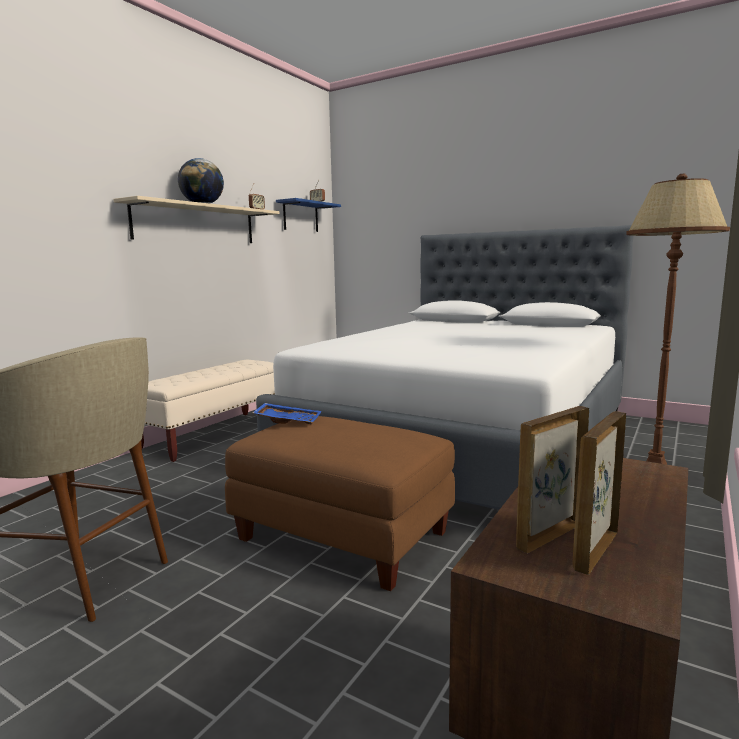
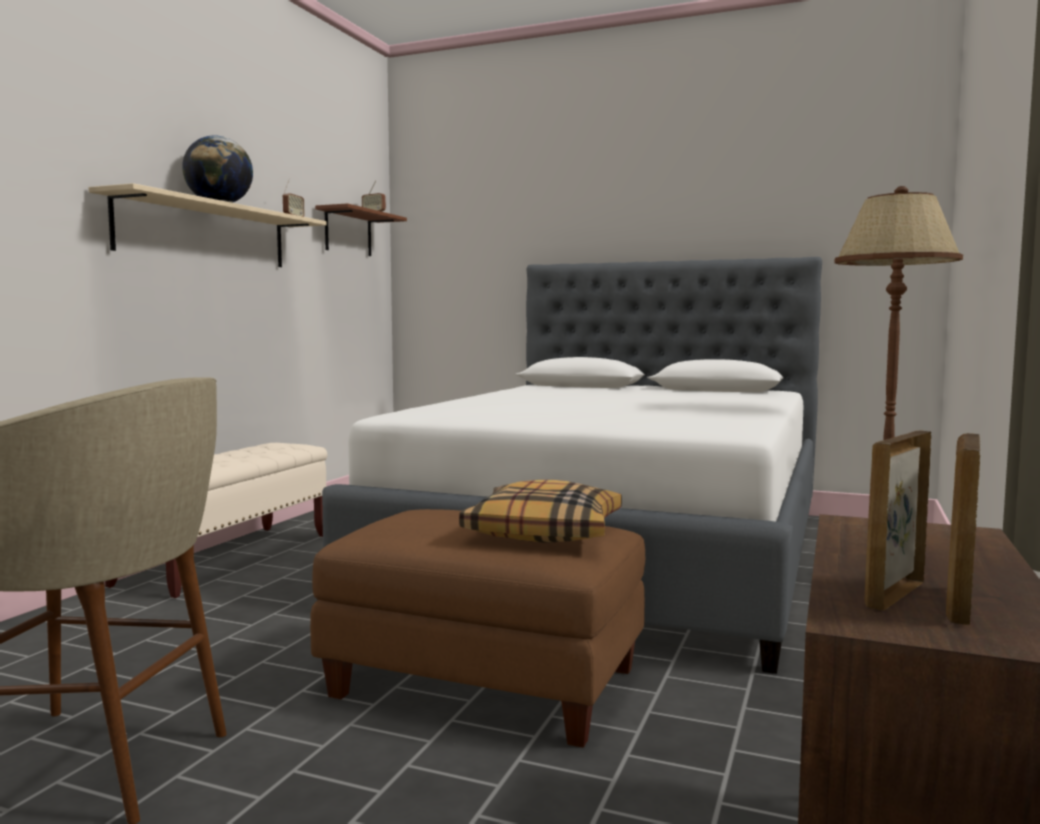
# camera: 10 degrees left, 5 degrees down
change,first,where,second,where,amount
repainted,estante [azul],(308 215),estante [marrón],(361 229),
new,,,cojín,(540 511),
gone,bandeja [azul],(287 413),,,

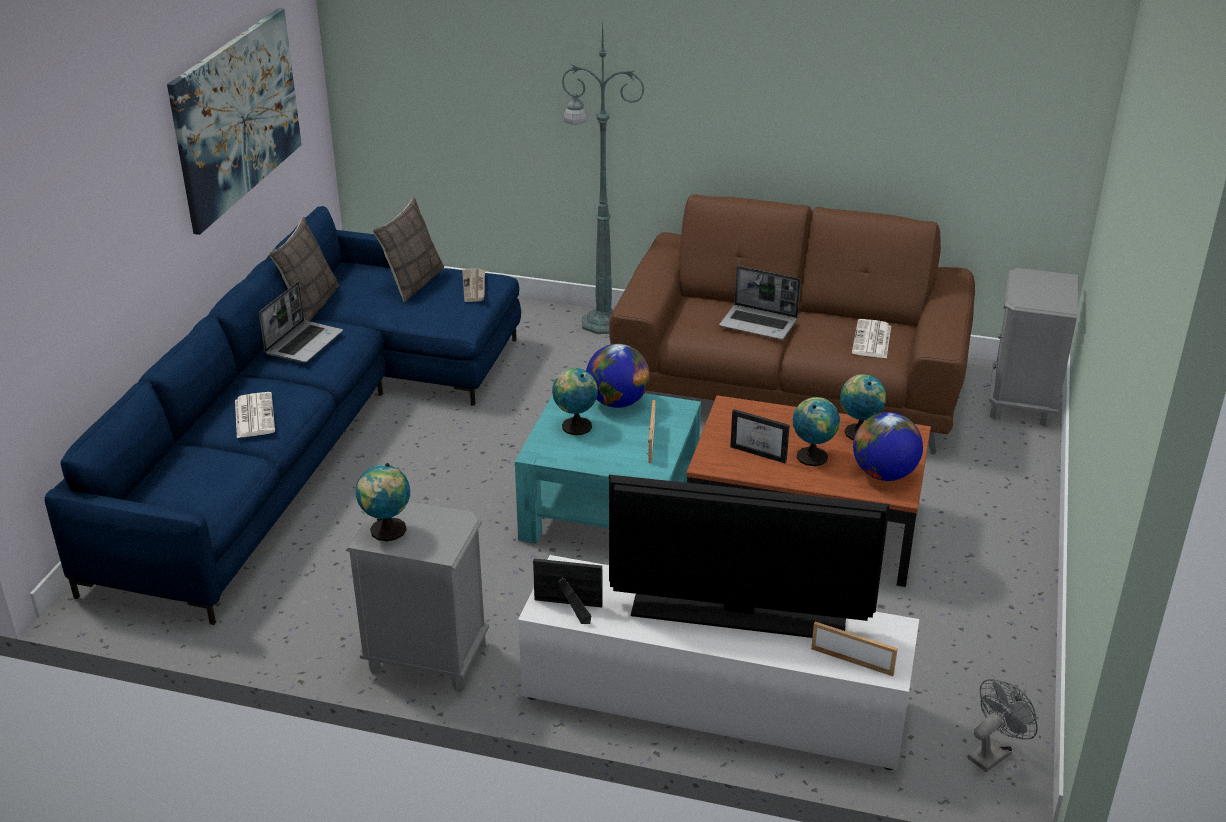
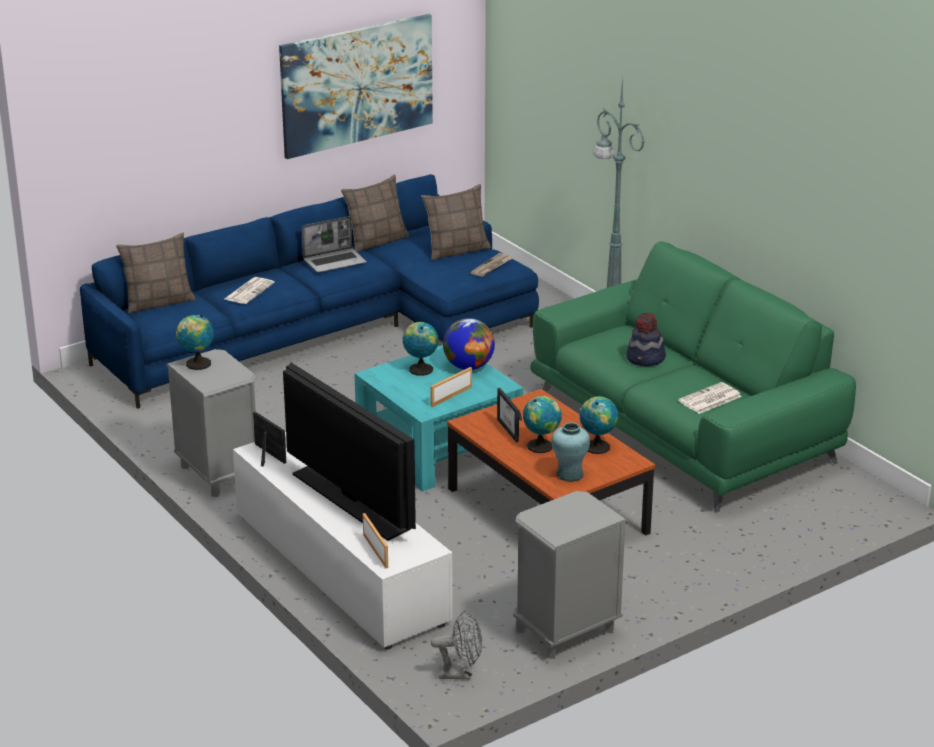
# camera: 40 degrees right, 5 degrees down
change,first,where,second,where,amount
new,,,cojín,(156 273),
shifted,mesita de noche [gris],(1033 347),,(570 575),
repainted,sofá [marrón],(792 324),sofá [verde],(693 377),
swapped,globo terráqueo,(888 446),florero [turquesa],(570 452),
swapped,portátil,(760 303),sombrero,(646 339),

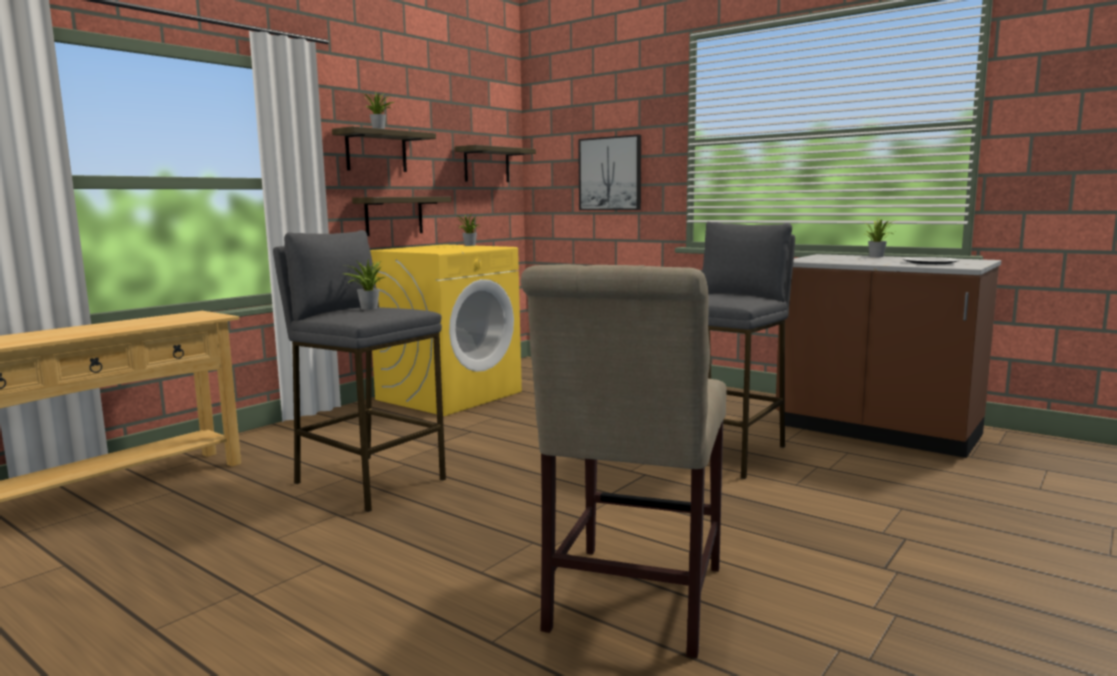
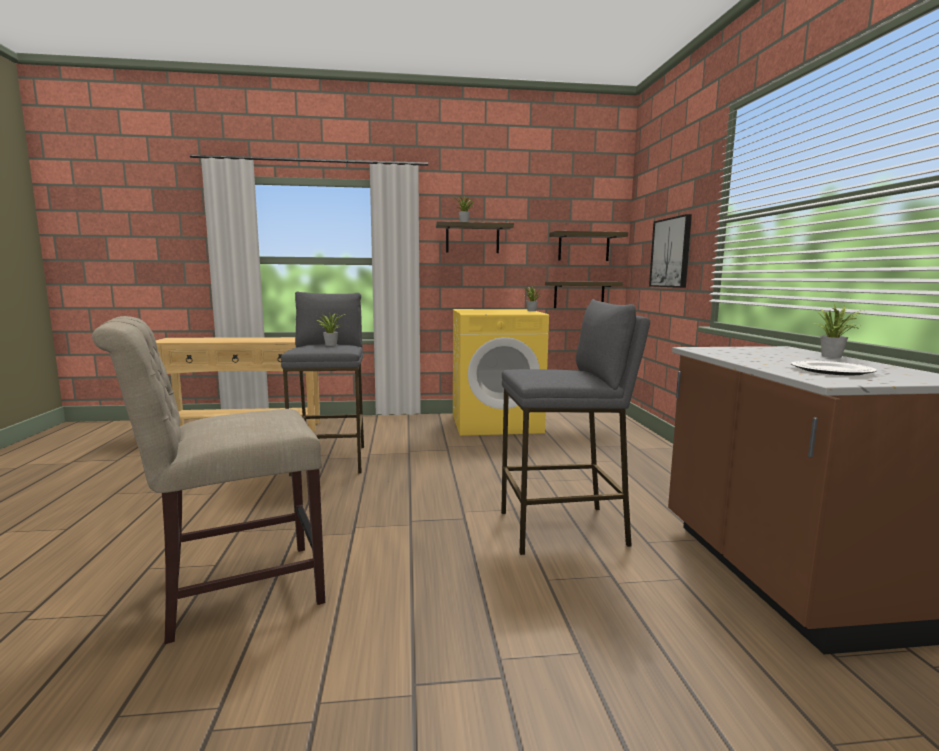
# camera: 45 degrees right, 0 degrees up
change,first,where,second,where,amount
shifted,estante,(401 216),,(584 294),

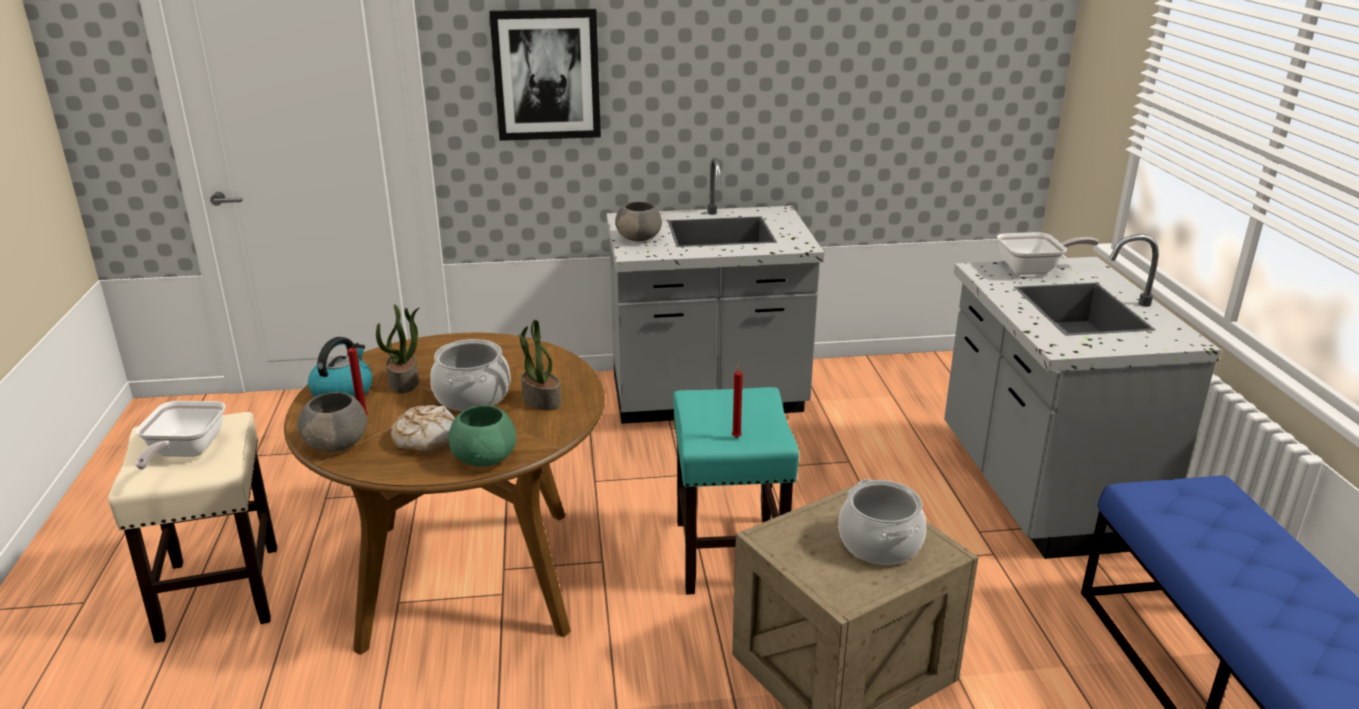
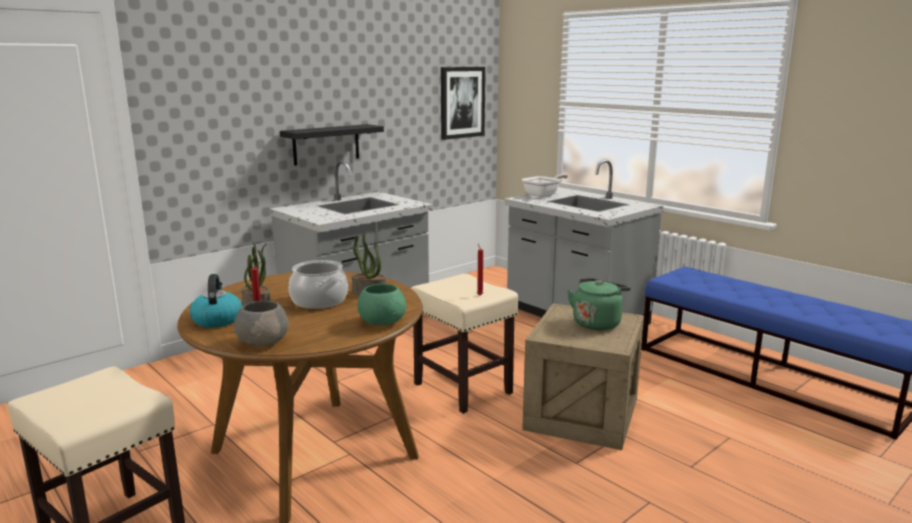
# camera: 35 degrees left, 10 degrees down
change,first,where,second,where,amount
new,,,estante [negro],(332 145),
repainted,taburete [turquesa],(736 491),taburete [beis],(464 344),
shifted,cuadro,(545 75),,(463 103),
swapped,olla,(882 522),hervidor [verde],(599 304),
gone,sartén,(180 435),,,
gone,pan,(423 429),,,
gone,cuenco [gris],(638 222),,,

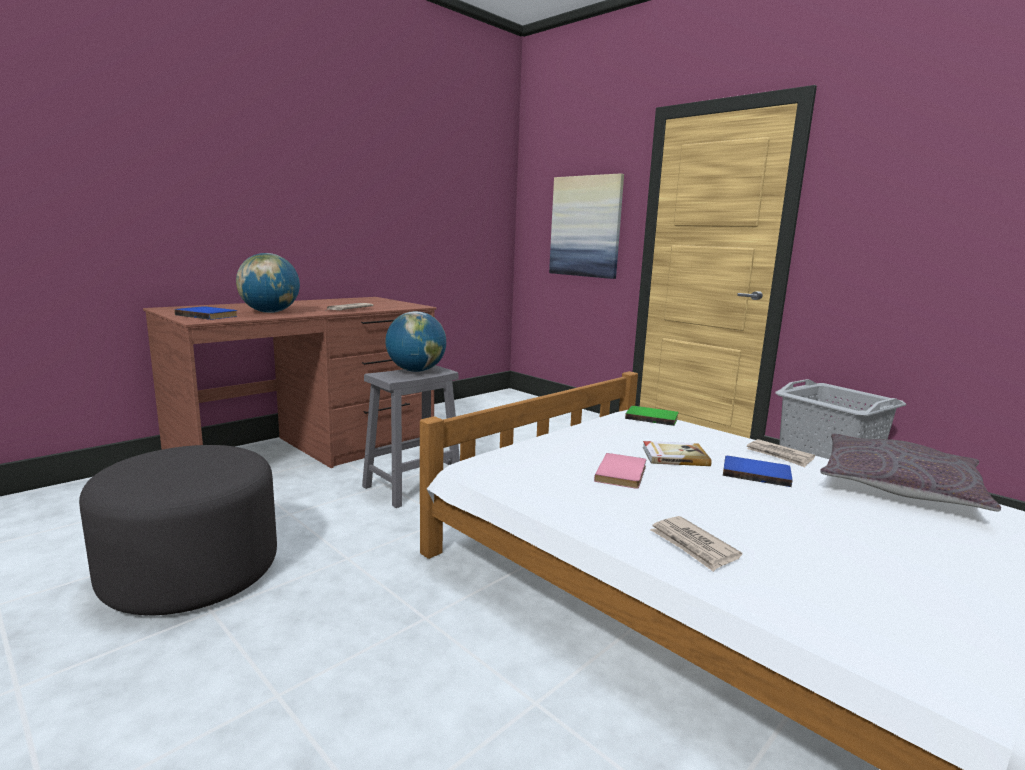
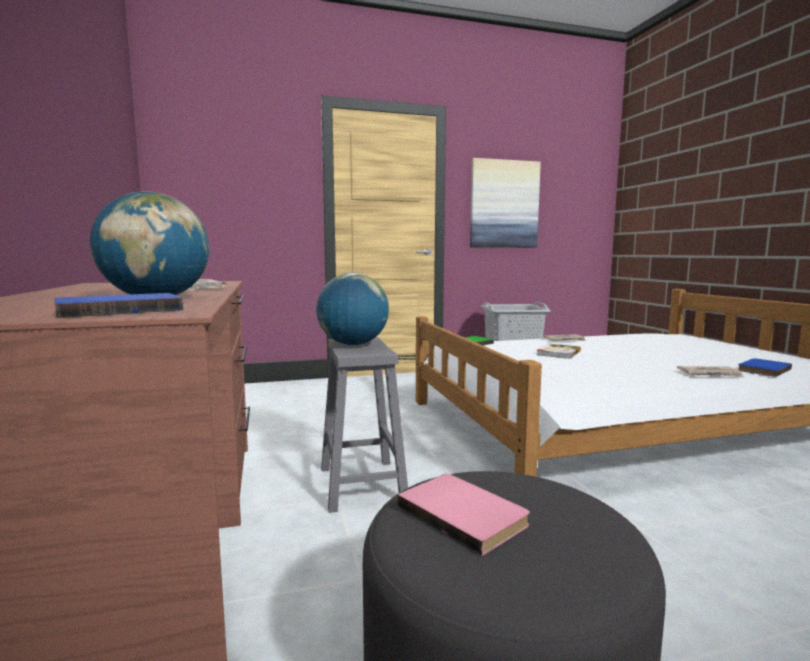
# camera: 60 degrees left, 5 degrees down
change,first,where,second,where,amount
shifted,libro [rosa],(620 471),,(463 515),
shifted,cuadro,(586 226),,(505 203),
shifted,libro [azul],(758 471),,(765 367),
gone,cojín [gris],(910 472),,,

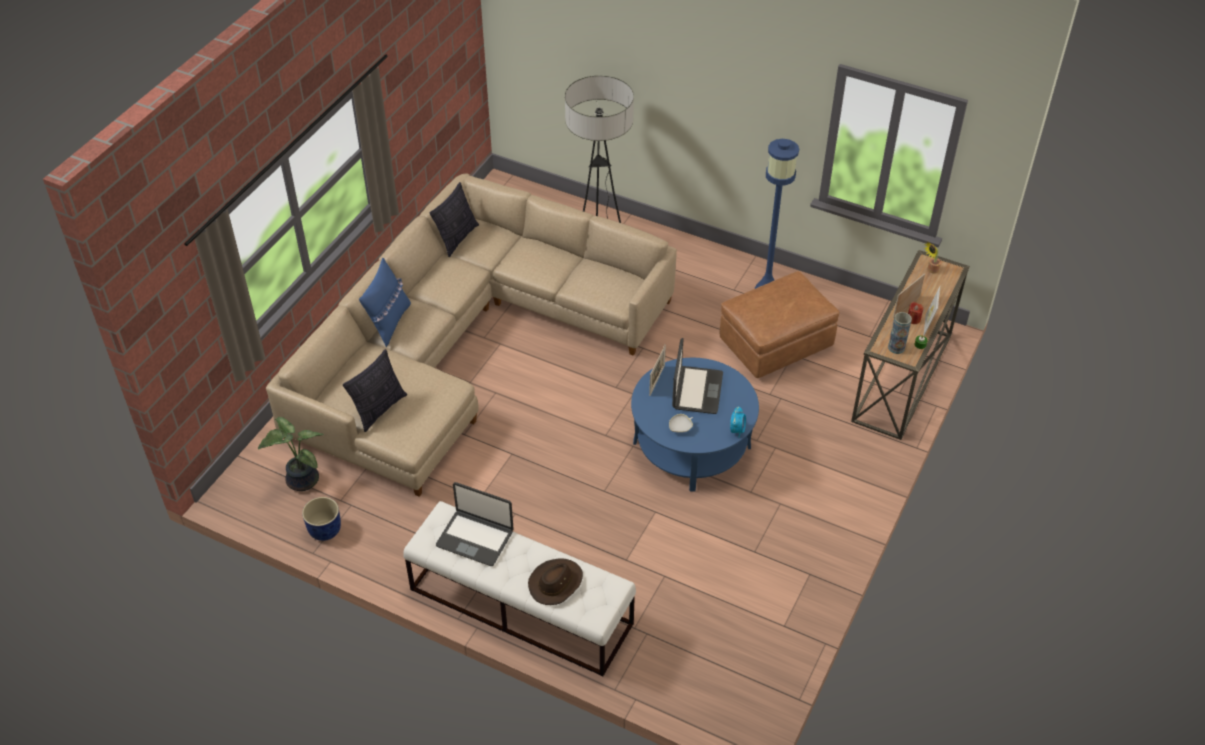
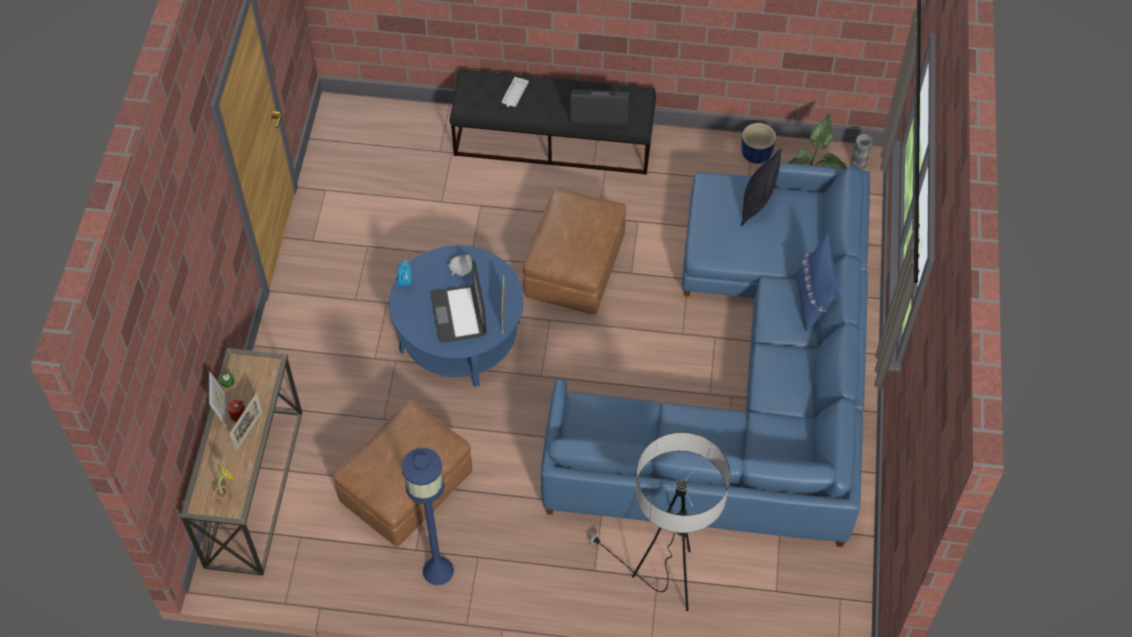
# camera: 160 degrees right, 10 degrees up
change,first,where,second,where,amount
repainted,banco [blanco],(519 589),banco [negro],(552 122),
swapped,sombrero [marrón],(555 582),bandeja [blanco],(515 92),
new,,,puf [marrón],(574 250),
repainted,sofá [beis],(471 335),sofá [azul],(705 355),
shifted,florero,(900 333),,(861 152),
gone,cojín,(454 219),,,

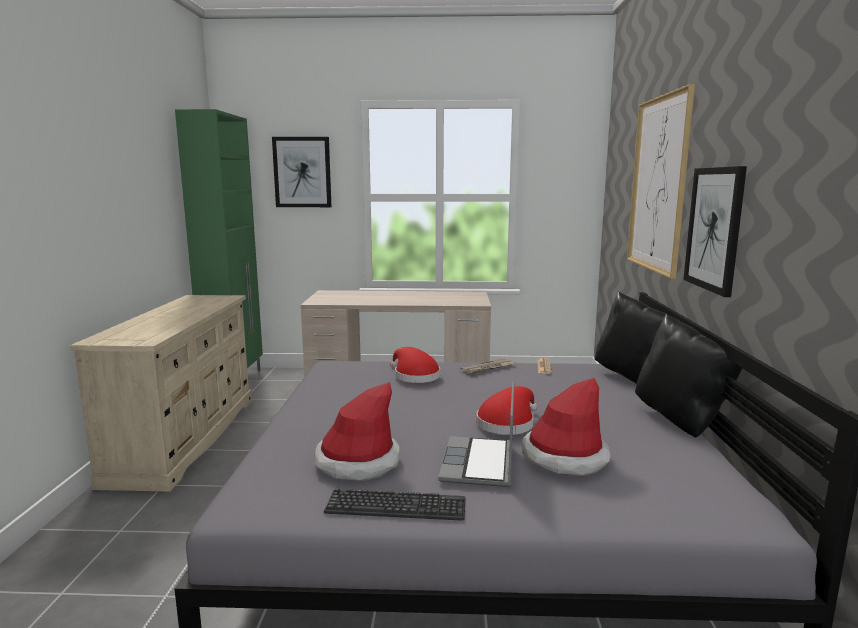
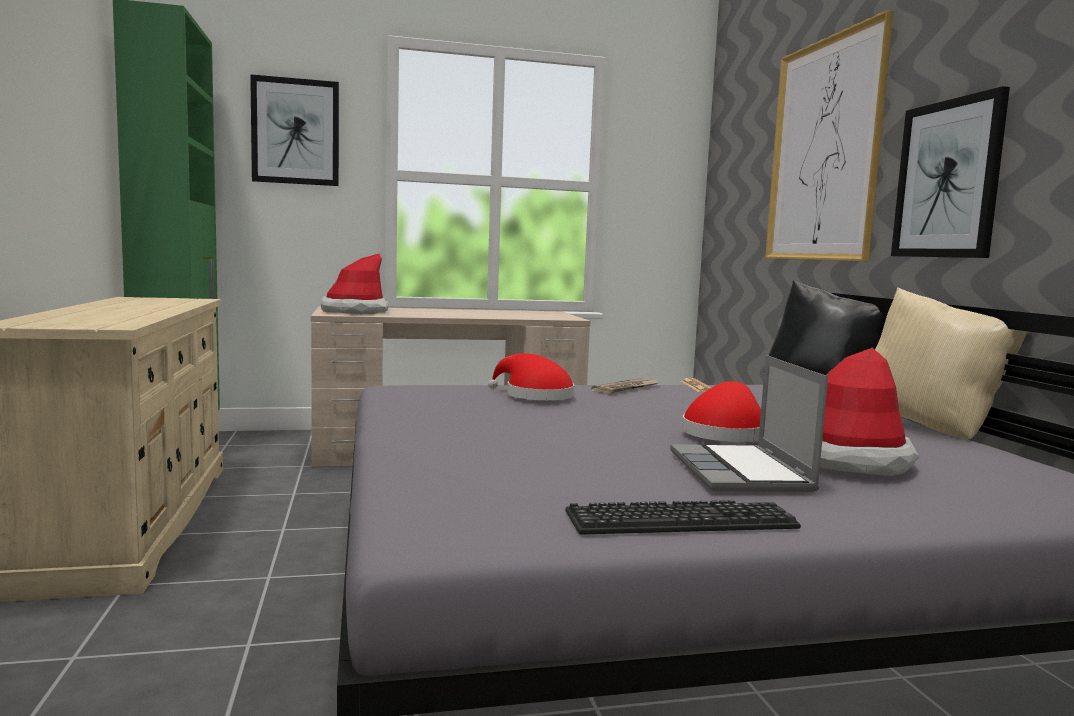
# camera: 15 degrees left, 5 degrees down
change,first,where,second,where,amount
shifted,sombrero,(357 432),,(355 284),
repainted,cojín [negro],(688 375),cojín [beis],(951 363),

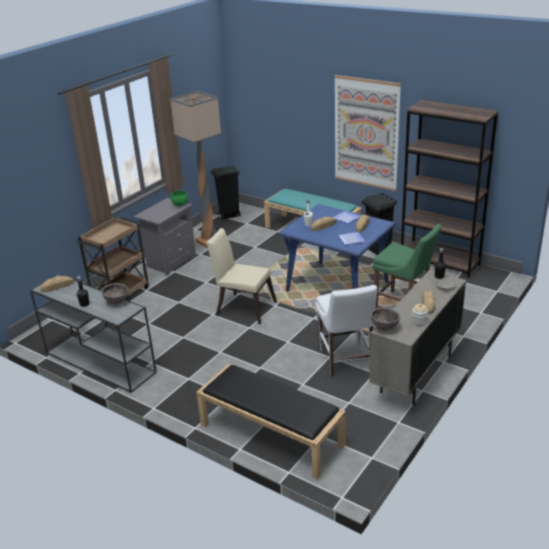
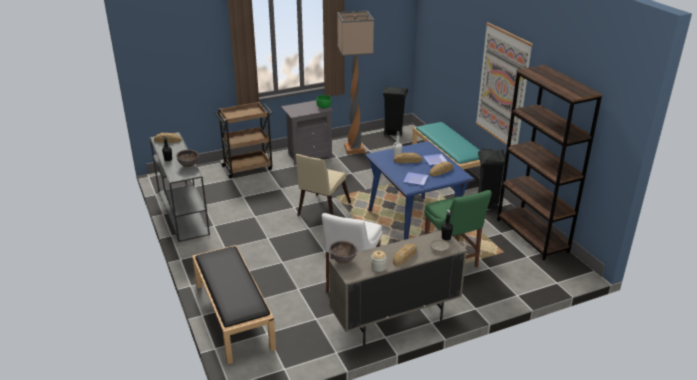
# camera: 30 degrees right, 0 degrees up
change,first,where,second,where,amount
rotated,silla [beis],(241 276),,(323 185),120 degrees counterclockwise

